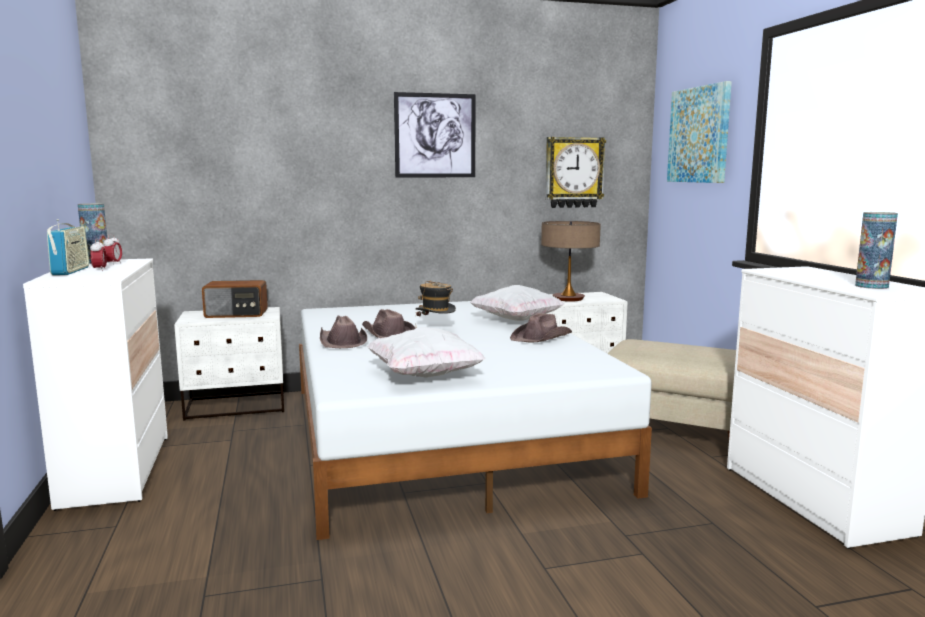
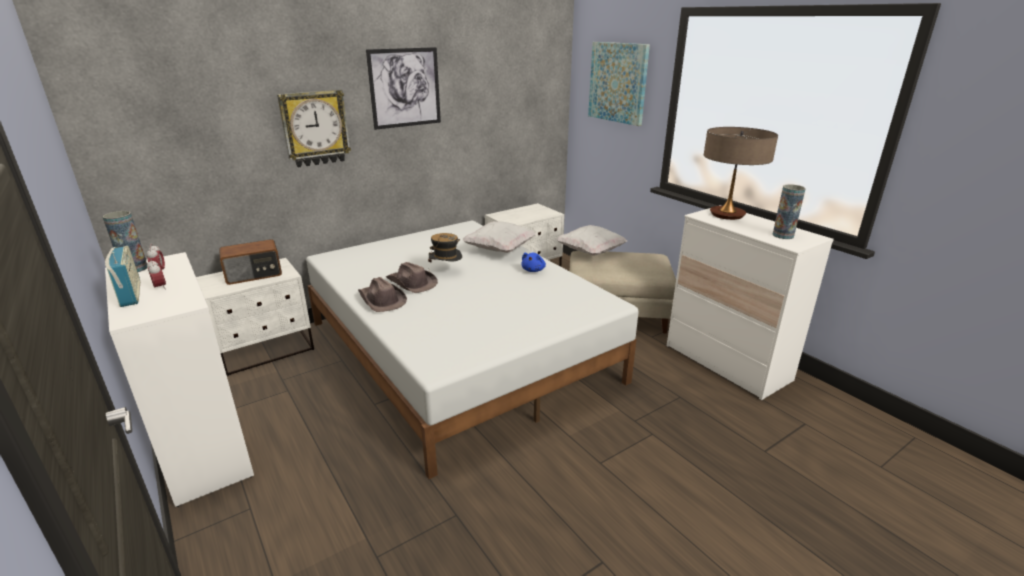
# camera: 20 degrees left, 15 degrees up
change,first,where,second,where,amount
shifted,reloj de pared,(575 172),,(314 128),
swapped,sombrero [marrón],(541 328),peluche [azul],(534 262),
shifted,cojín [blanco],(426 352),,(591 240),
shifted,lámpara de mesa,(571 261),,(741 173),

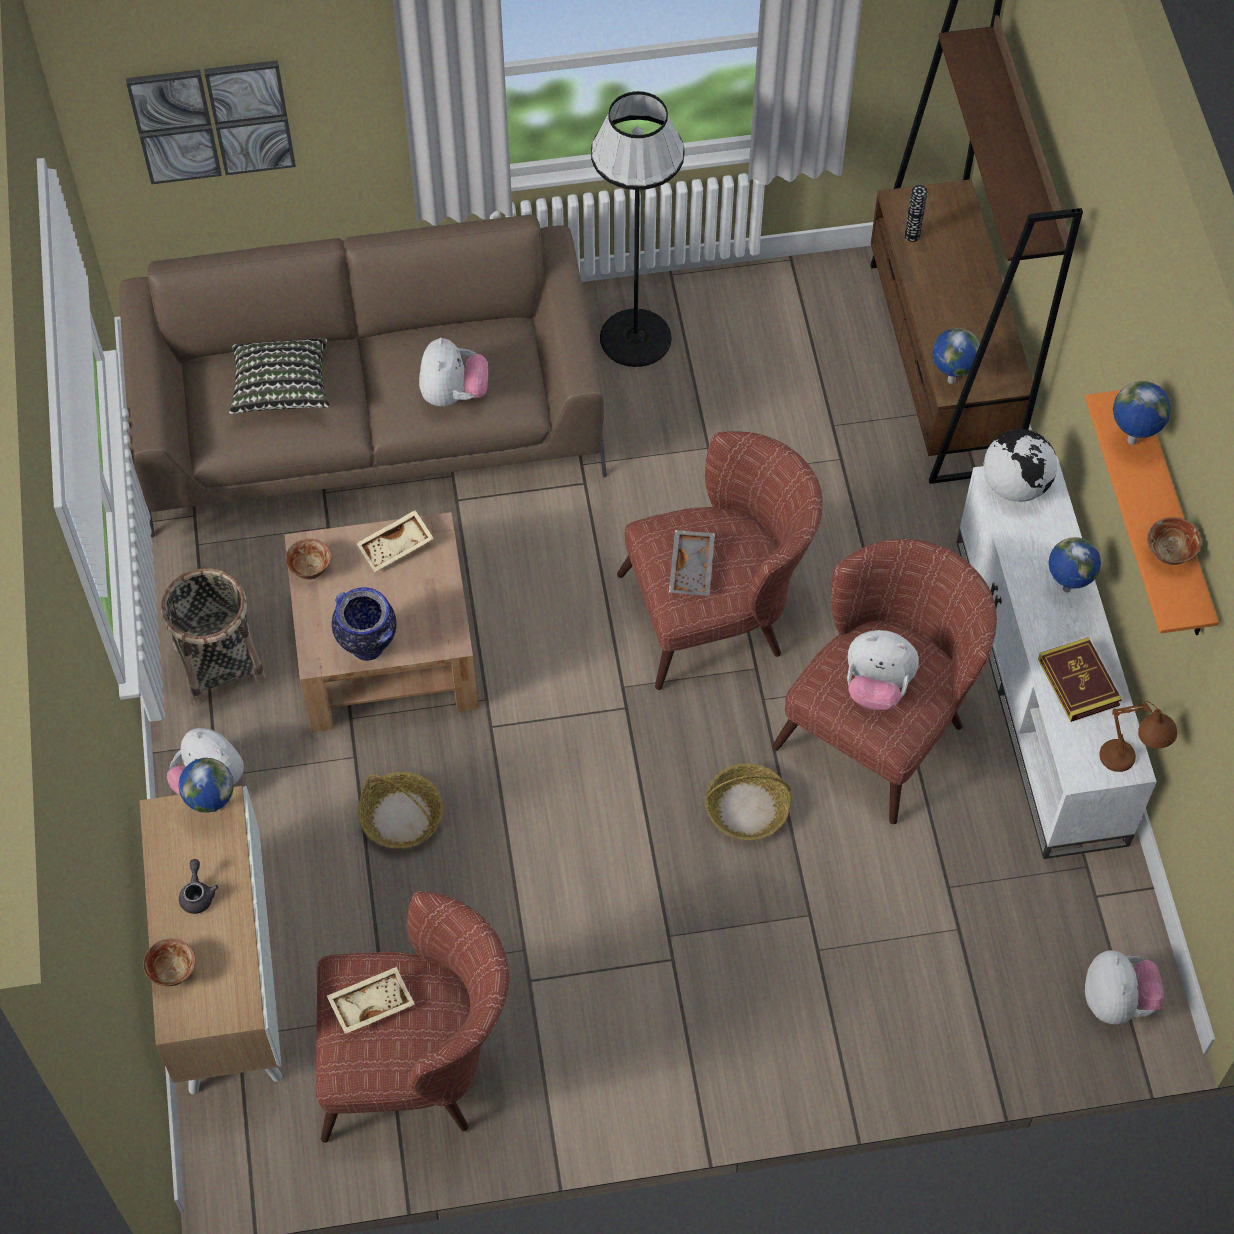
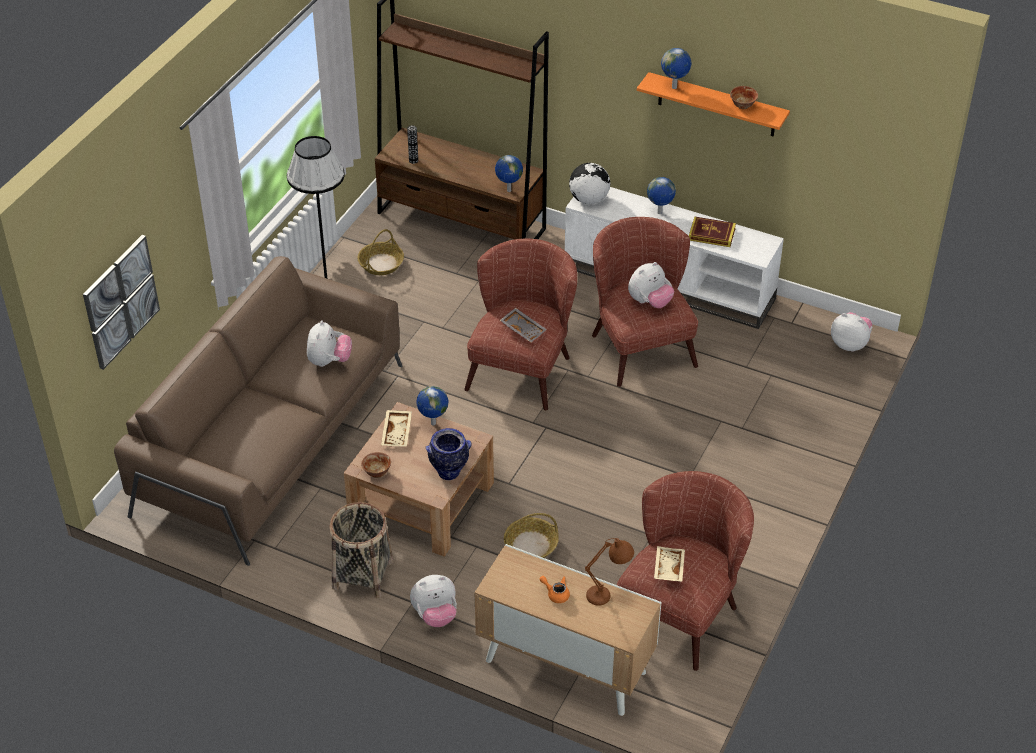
# camera: 55 degrees left, 15 degrees down
change,first,where,second,where,amount
rotated,peluche,(453 372),,(329 343),60 degrees clockwise
shifted,cesta,(748 801),,(381 252),
shifted,globo terráqueo,(206 785),,(432 406),
repainted,tetera [gris],(198 886),tetera [naranja],(555 589),
shifted,lámpara de mesa [marrón],(1138 736),,(609 572),
gone,cuenco,(169 962),,,
gone,cojín,(279 376),,,

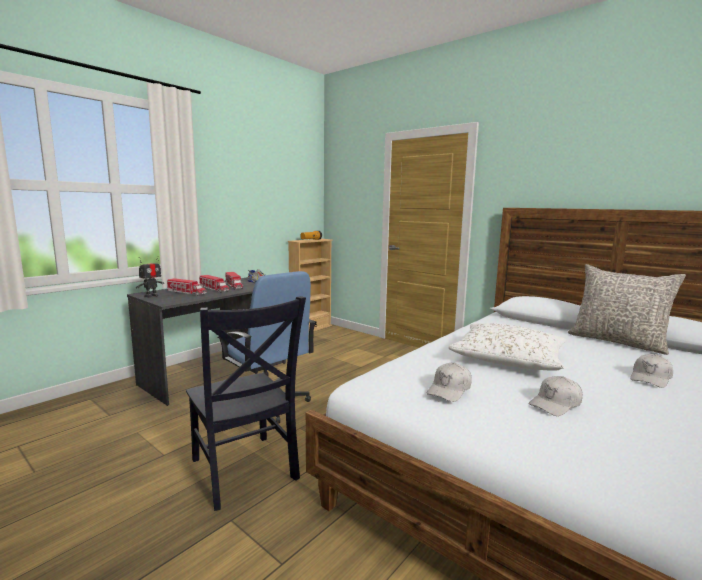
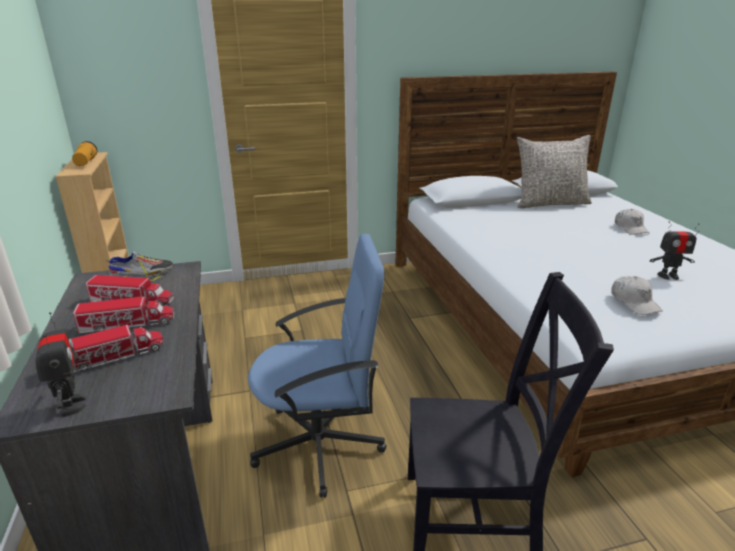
# camera: 55 degrees left, 15 degrees up
change,first,where,second,where,amount
swapped,gorra [blanco],(555 396),robot de juguete,(674 250),
gone,cojín [blanco],(507 347),,,

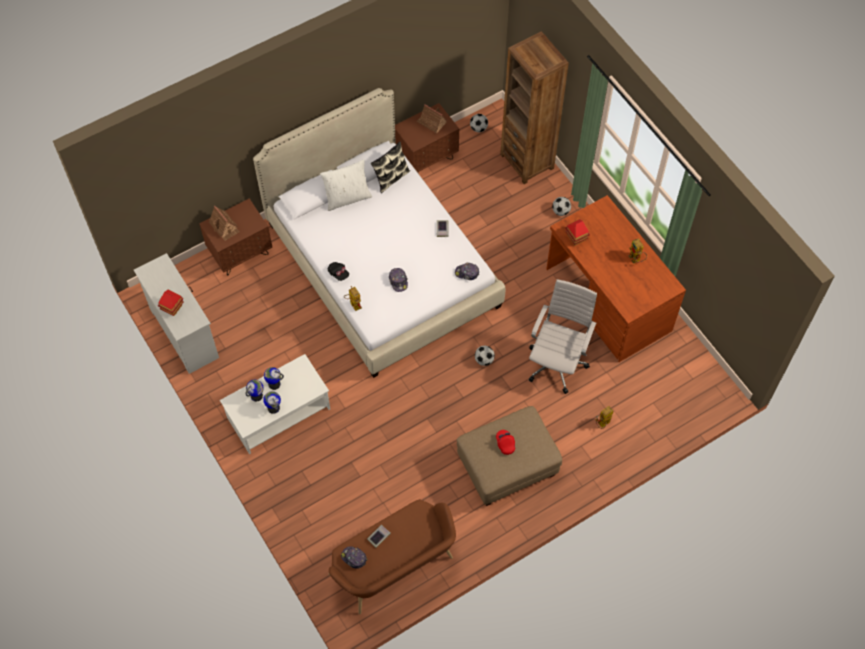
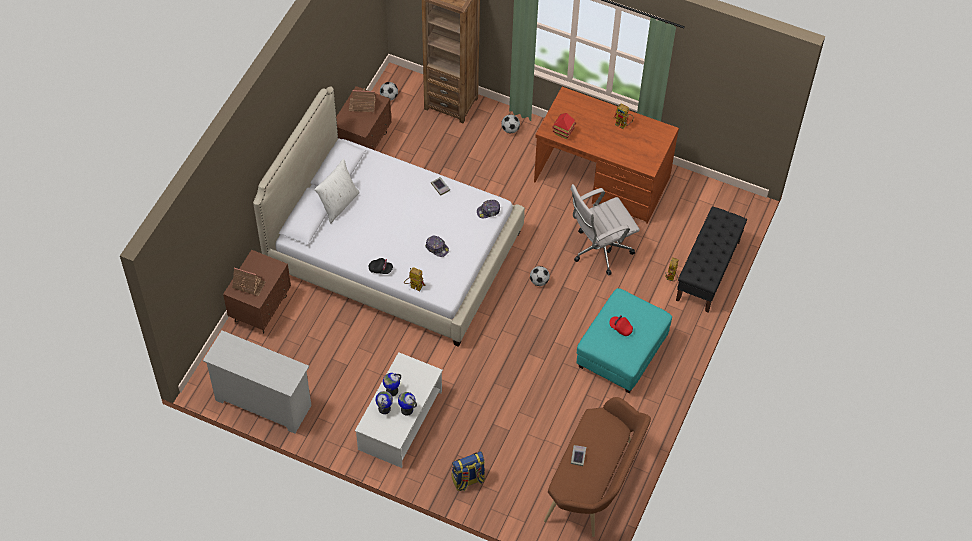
# camera: 35 degrees left, 5 degrees down
change,first,where,second,where,amount
new,,,mochila,(468 471),
rotated,silla de oficina [blanco],(563 336),,(605 229),105 degrees counterclockwise
repainted,puf [beis],(509 456),puf [turquesa],(624 341),
new,,,banco [negro],(711 259),
gone,casita,(171 303),,,
gone,gorra,(354 557),,,
gone,cojín,(390 167),,,

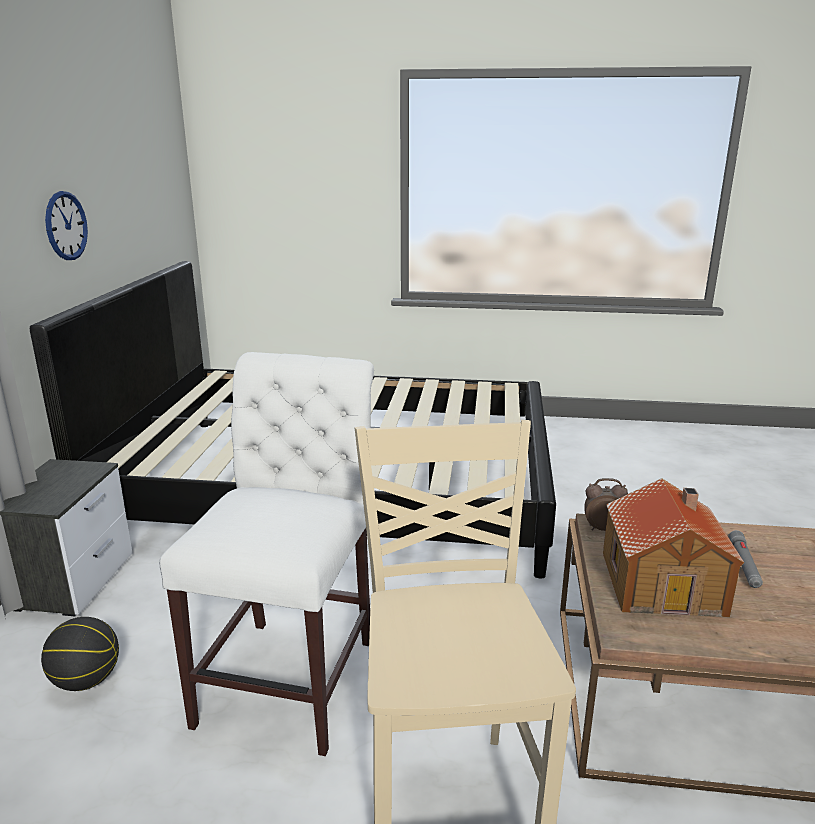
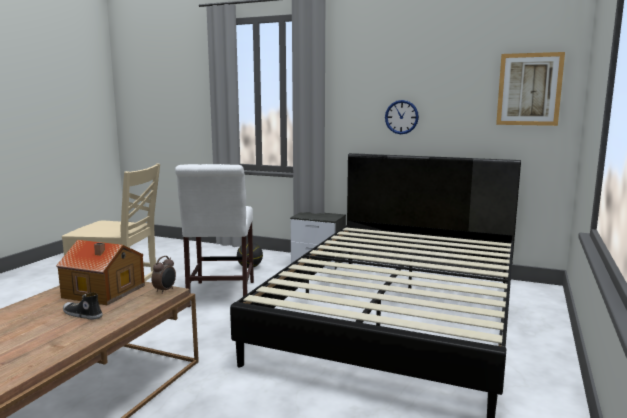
# camera: 105 degrees right, 10 degrees down
change,first,where,second,where,amount
swapped,linterna [gris],(745 559),zapato,(83 306),
rotated,silla [blanco],(266 554),,(214 235),60 degrees clockwise
new,,,cuadro,(530 89),

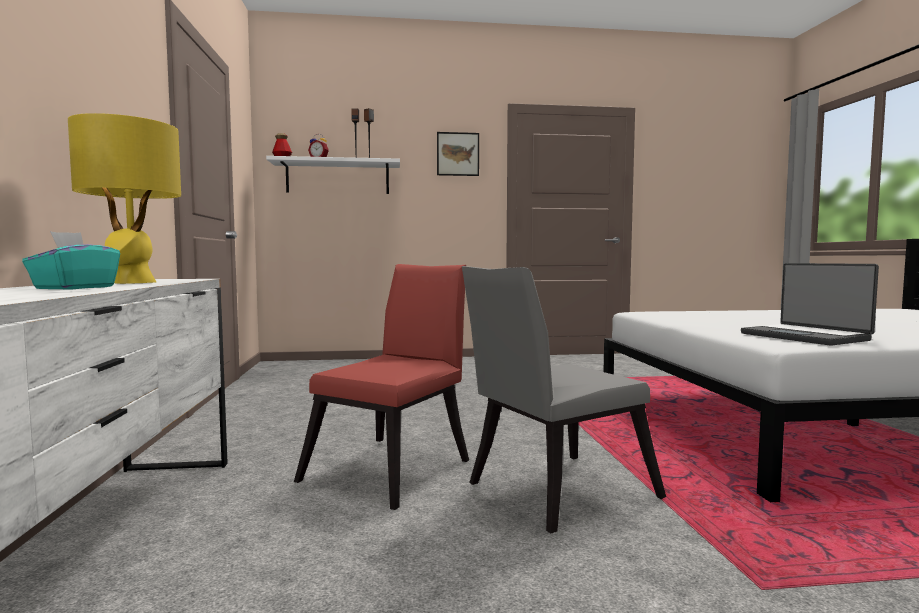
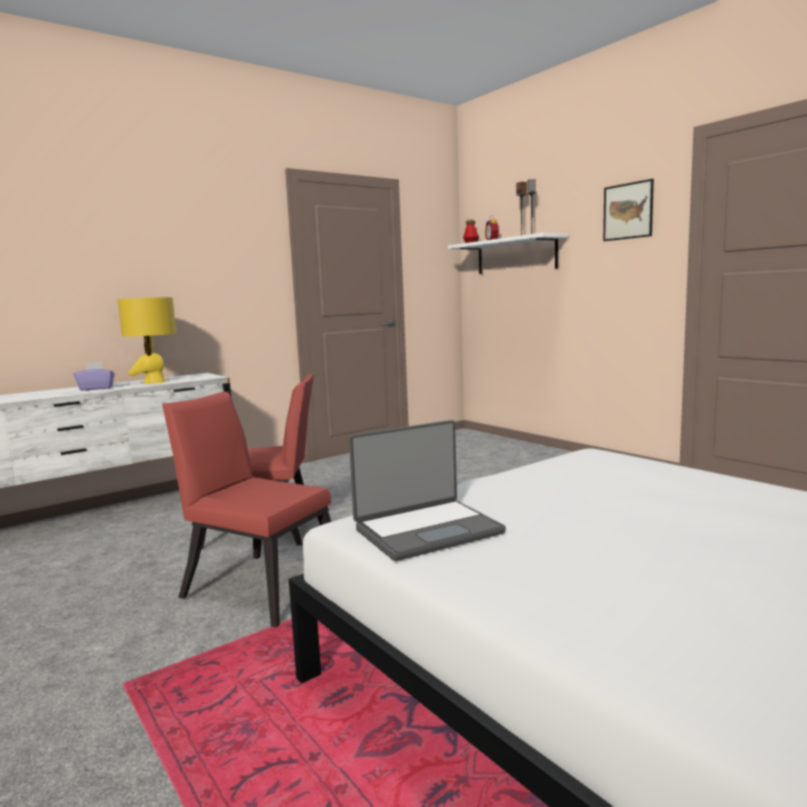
# camera: 60 degrees right, 5 degrees up
change,first,where,second,where,amount
repainted,caja de pañuelos [turquesa],(71 260),caja de pañuelos [morado],(94 376),
repainted,silla [gris],(564 400),silla [rojo],(246 509),
rotated,portátil,(810 304),,(427 490),150 degrees counterclockwise

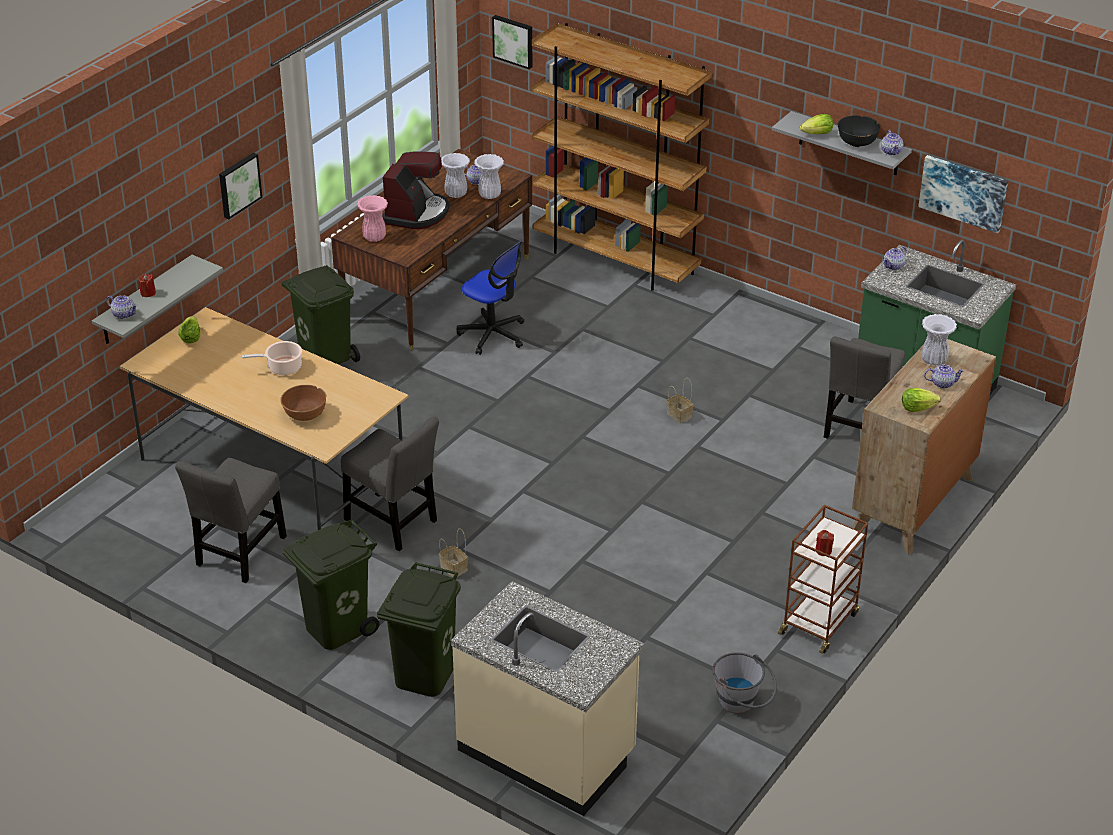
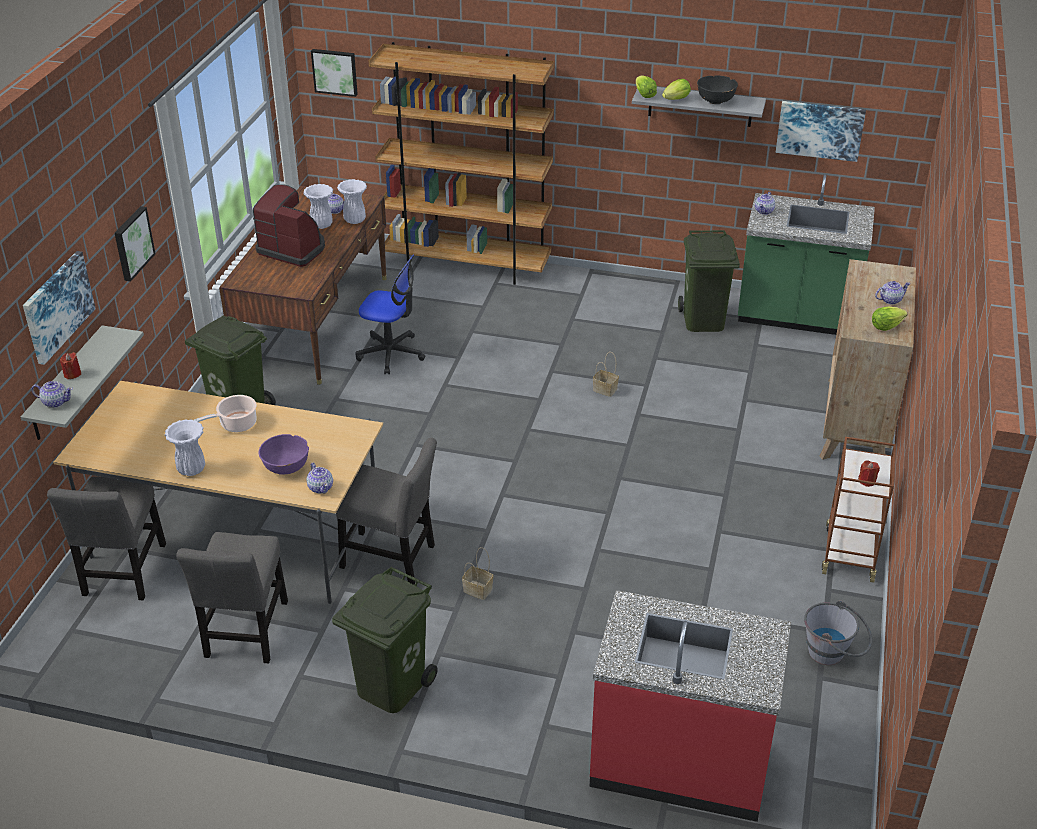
# camera: 20 degrees left, 0 degrees up
change,first,where,second,where,amount
new,,,cuadro,(59 308),
shifted,silla [gris],(864 387),,(106 538),
shifted,florero [blanco],(939 340),,(185 447),
rotated,cafetera,(415 190),,(289 225),60 degrees counterclockwise
repainted,cuenco [marrón],(303 403),cuenco [morado],(284 454),
shifted,tetera,(892 142),,(319 478),
repainted,mueble bajo de cocina [beis],(548 698),mueble bajo de cocina [rojo],(690 706),
shifted,lechuga,(189 330),,(646 86),
shifted,papelera [verde],(419 629),,(709 281),
gone,florero [rosa],(372 218),,,

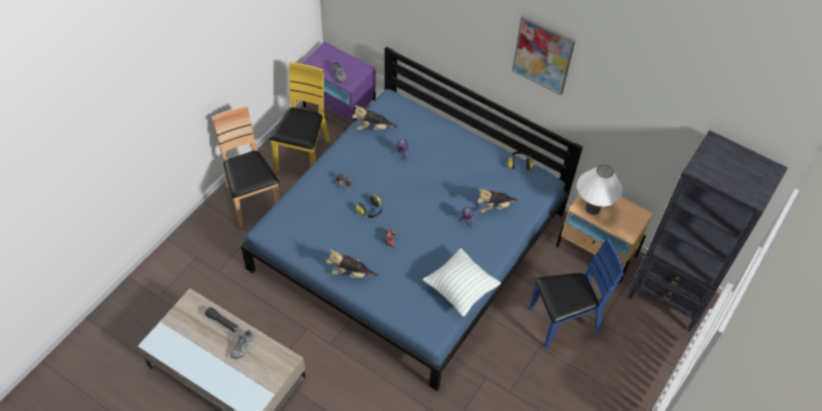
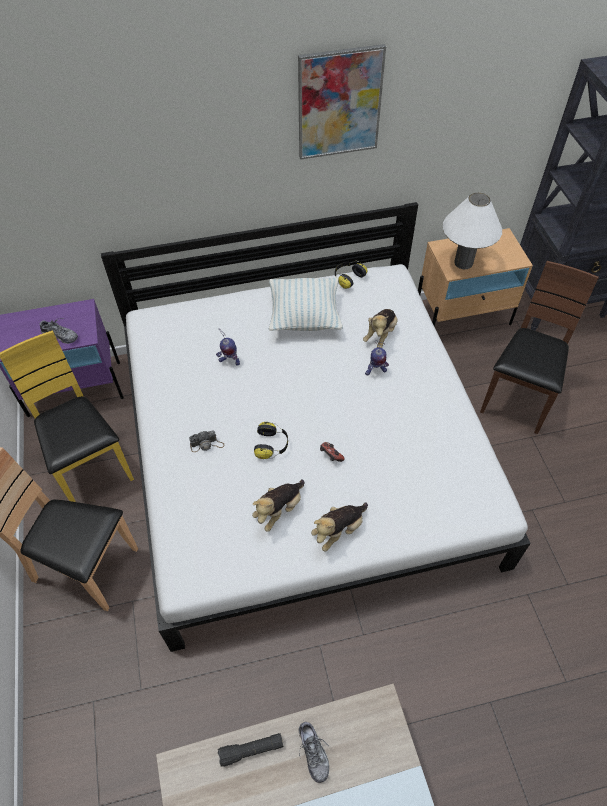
# camera: 45 degrees left, 0 degrees up
change,first,where,second,where,amount
repainted,cama [azul],(412 219),cama [blanco],(316 427),
shifted,peluche,(375 117),,(278 505),
shifted,cojín,(462 282),,(306 304),
repainted,silla [azul],(576 293),silla [marrón],(539 347),

